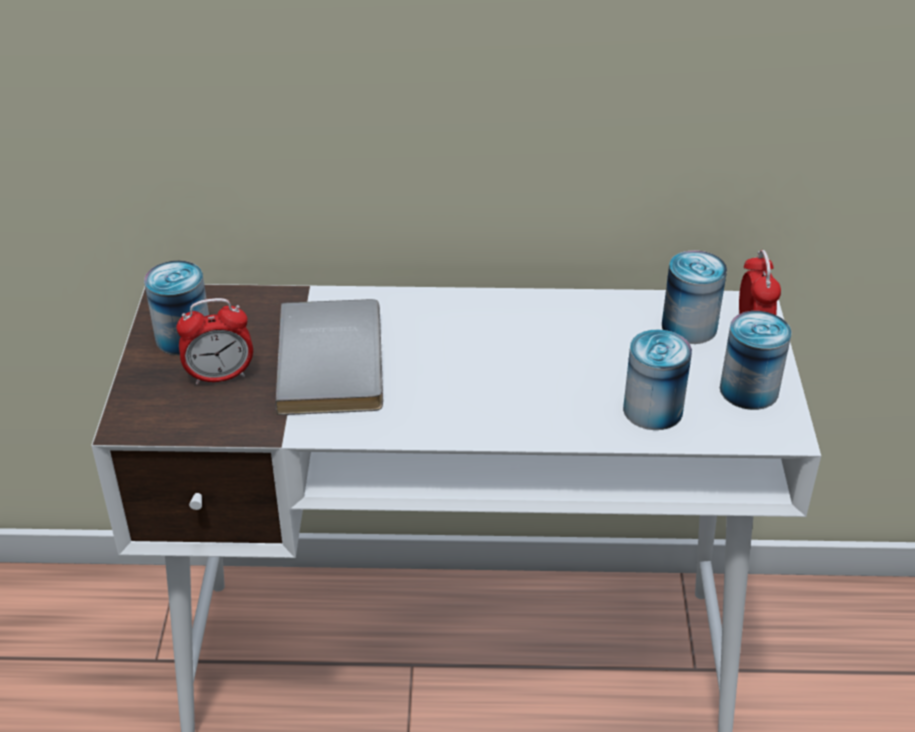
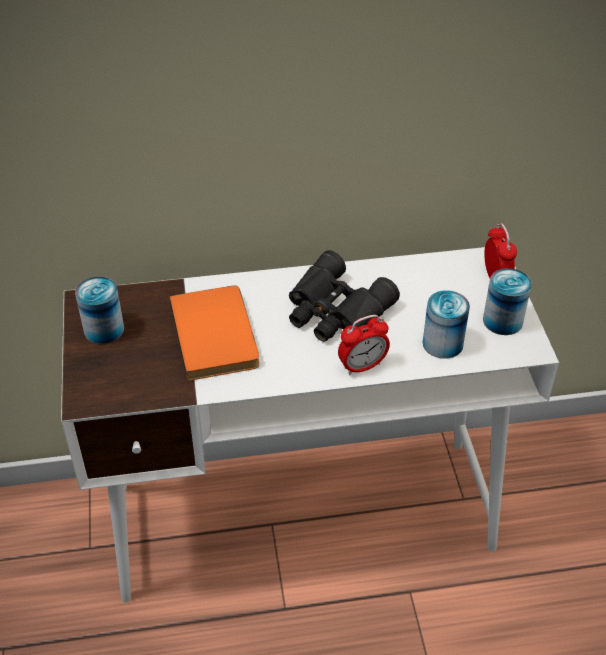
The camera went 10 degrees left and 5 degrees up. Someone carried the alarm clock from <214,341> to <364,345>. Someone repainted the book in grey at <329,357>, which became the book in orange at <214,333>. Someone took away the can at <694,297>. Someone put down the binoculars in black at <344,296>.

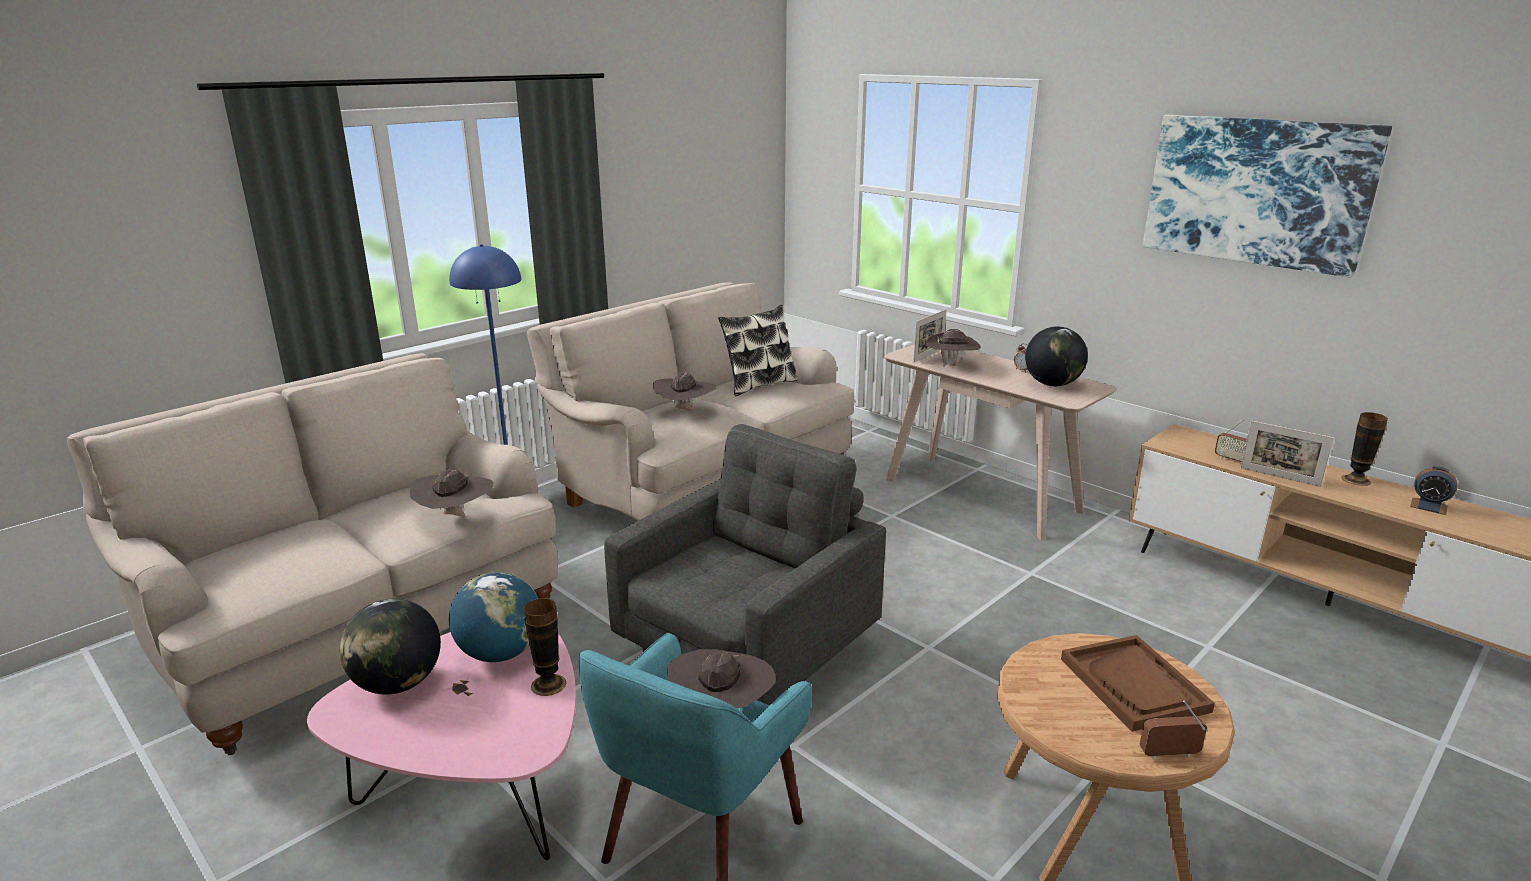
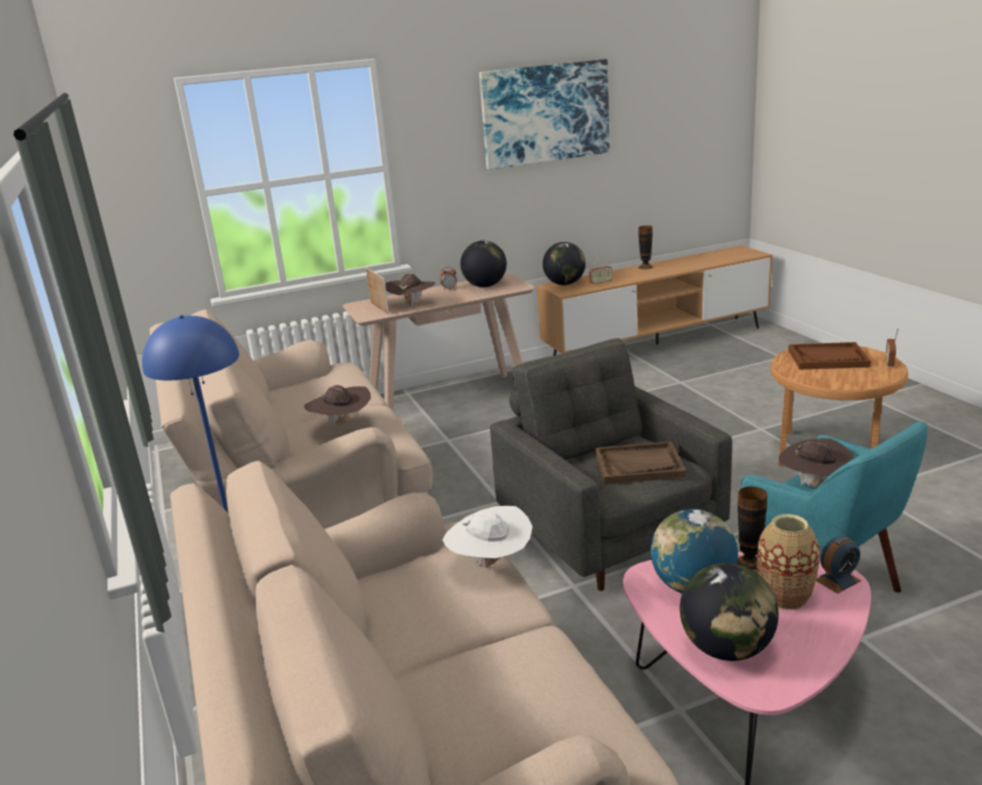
The camera went 65 degrees left and 0 degrees up. Someone repainted the hat in brown at <451,492>, which became the hat in white at <487,537>. Someone took away the pillow at <758,350>. Someone took away the picture frame at <1287,454>. Someone carried the alarm clock from <1434,491> to <838,565>. Someone put down the globe at <564,263>. Someone put down the tray in brown at <640,462>. Someone put down the vase at <788,562>.

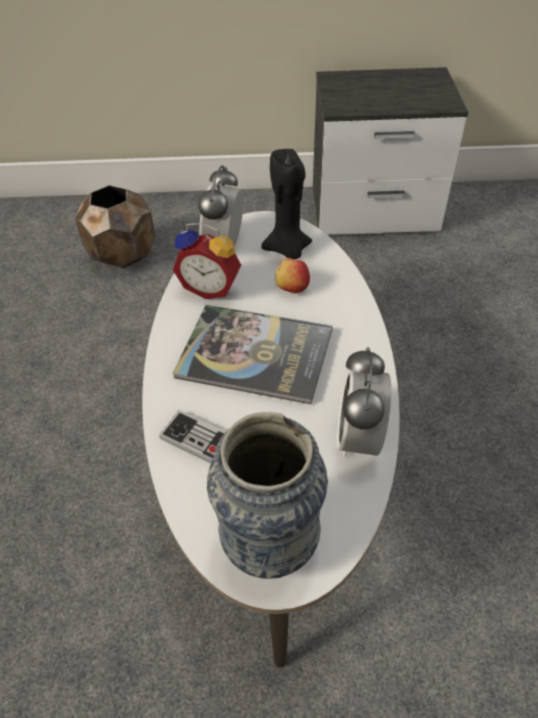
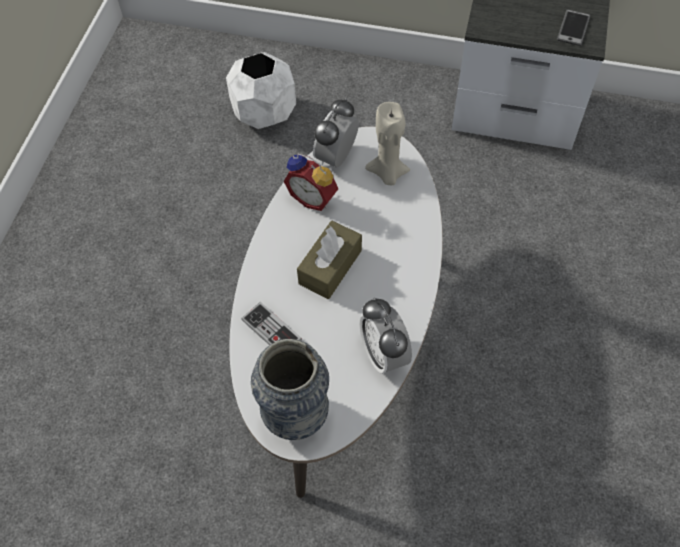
The camera went 15 degrees right and 10 degrees up. Someone repainted the planter in brown at <115,226>, which became the planter in white at <261,90>. Someone swapped the book at <252,354> for the tissue box in brown at <329,260>. Someone repainted the candle in black at <286,204>, which became the candle in beige at <387,143>. Someone took away the apple at <292,275>. Someone rotated the alarm clock at <364,402> by 45 degrees counterclockwise. Someone put down the phone at <573,27>.

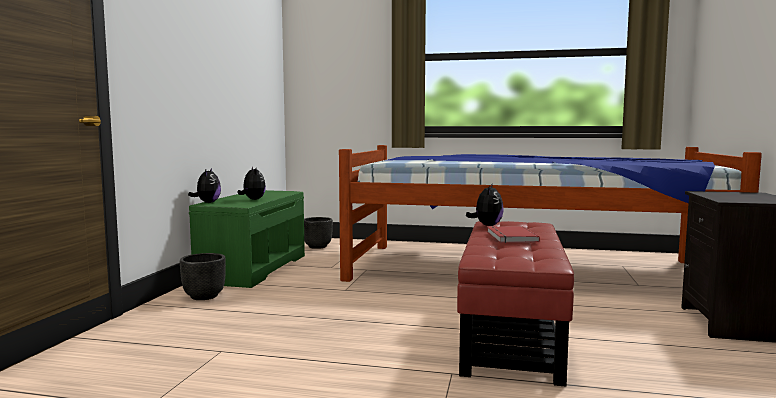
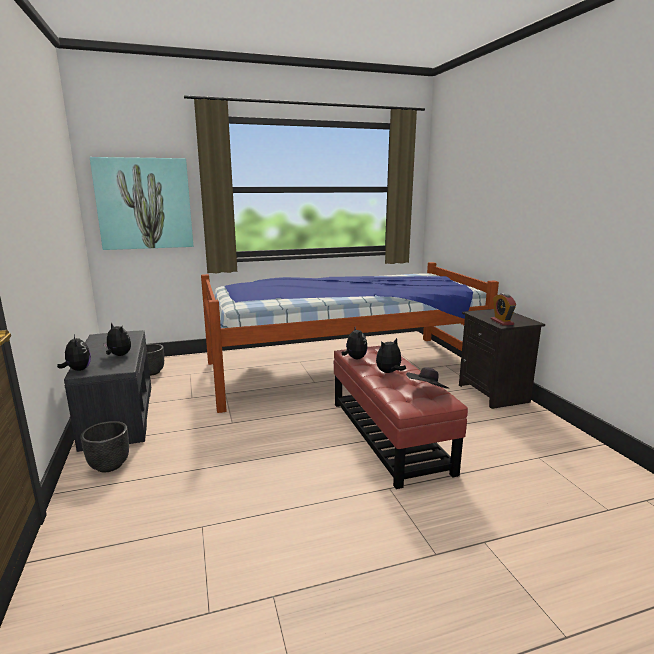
The camera went 30 degrees left and 10 degrees up. Someone repainted the bench in green at <247,239>, which became the bench in grey at <107,391>. Someone swapped the book in red at <513,234> for the plush toy at <391,355>. Someone put up the picture at <141,203>. Someone put down the hat in black at <427,378>. Someone put down the alarm clock at <503,309>.

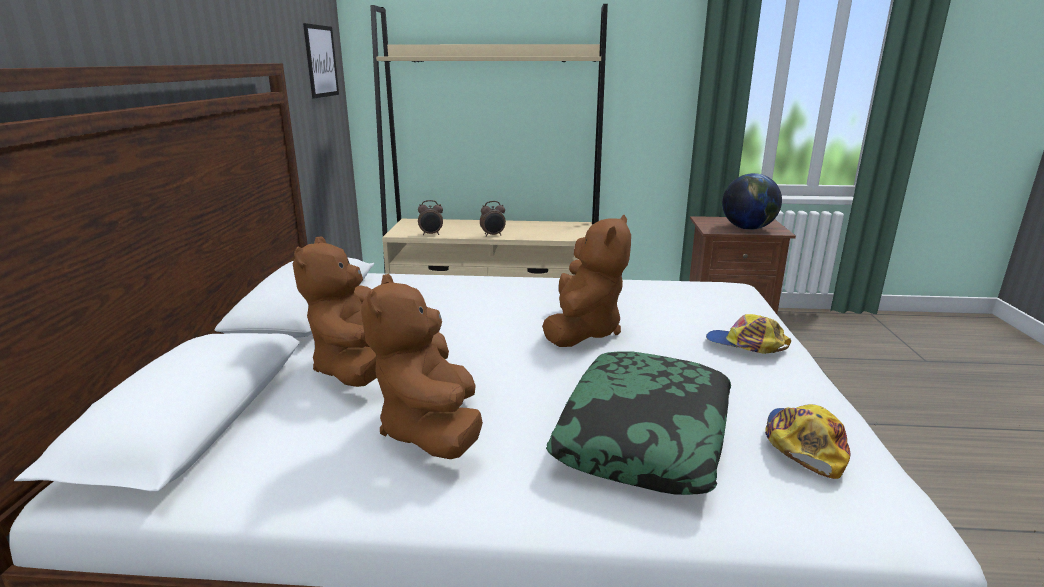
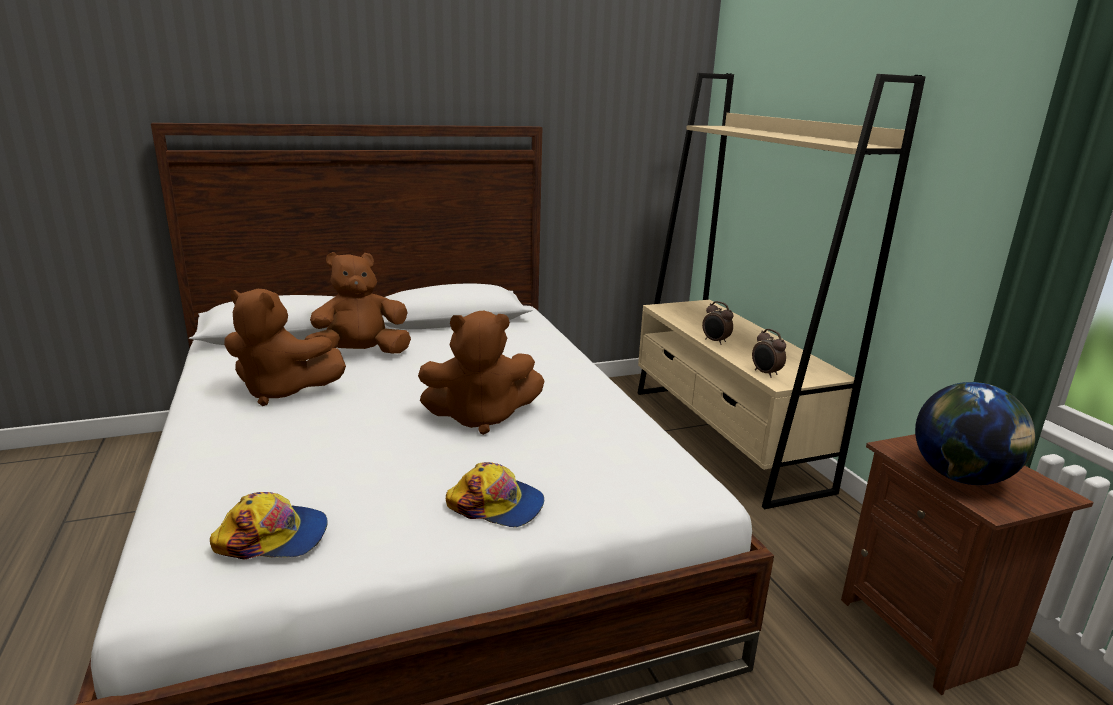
The camera went 65 degrees right and 0 degrees up. Someone took away the picture at <321,60>. Someone rotated the plush toy in brown at <422,366> by 135 degrees counterclockwise. Someone carried the alarm clock from <430,217> to <769,353>. Someone took away the pillow at <638,423>. Someone rotated the cap at <748,334> by 105 degrees clockwise.

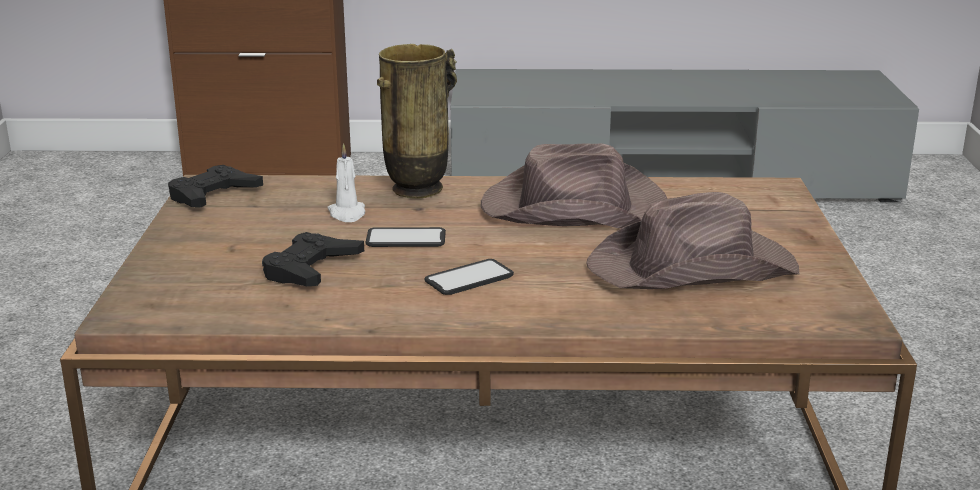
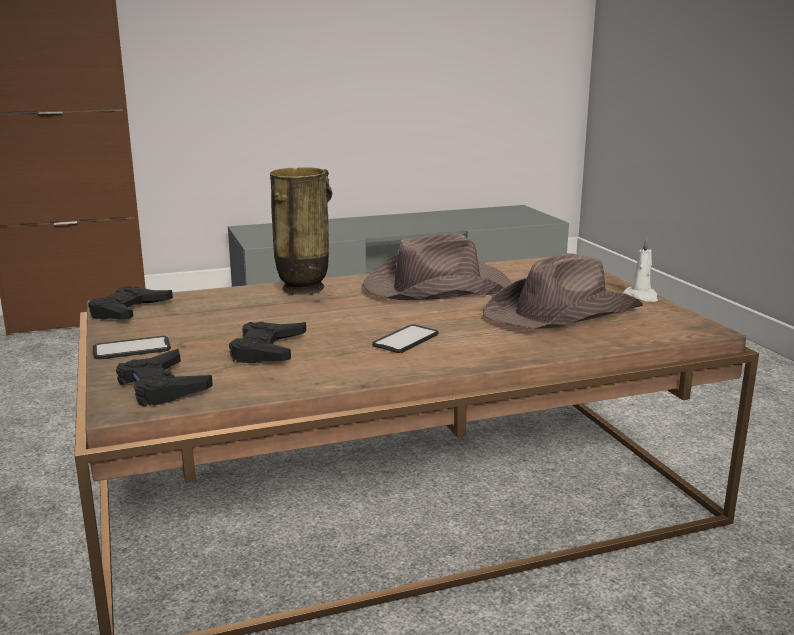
The camera went 20 degrees left and 5 degrees down. Someone carried the candle in white from <346,182> to <640,270>. Someone carried the phone from <405,237> to <132,347>. Someone put down the game controller in black at <164,378>.

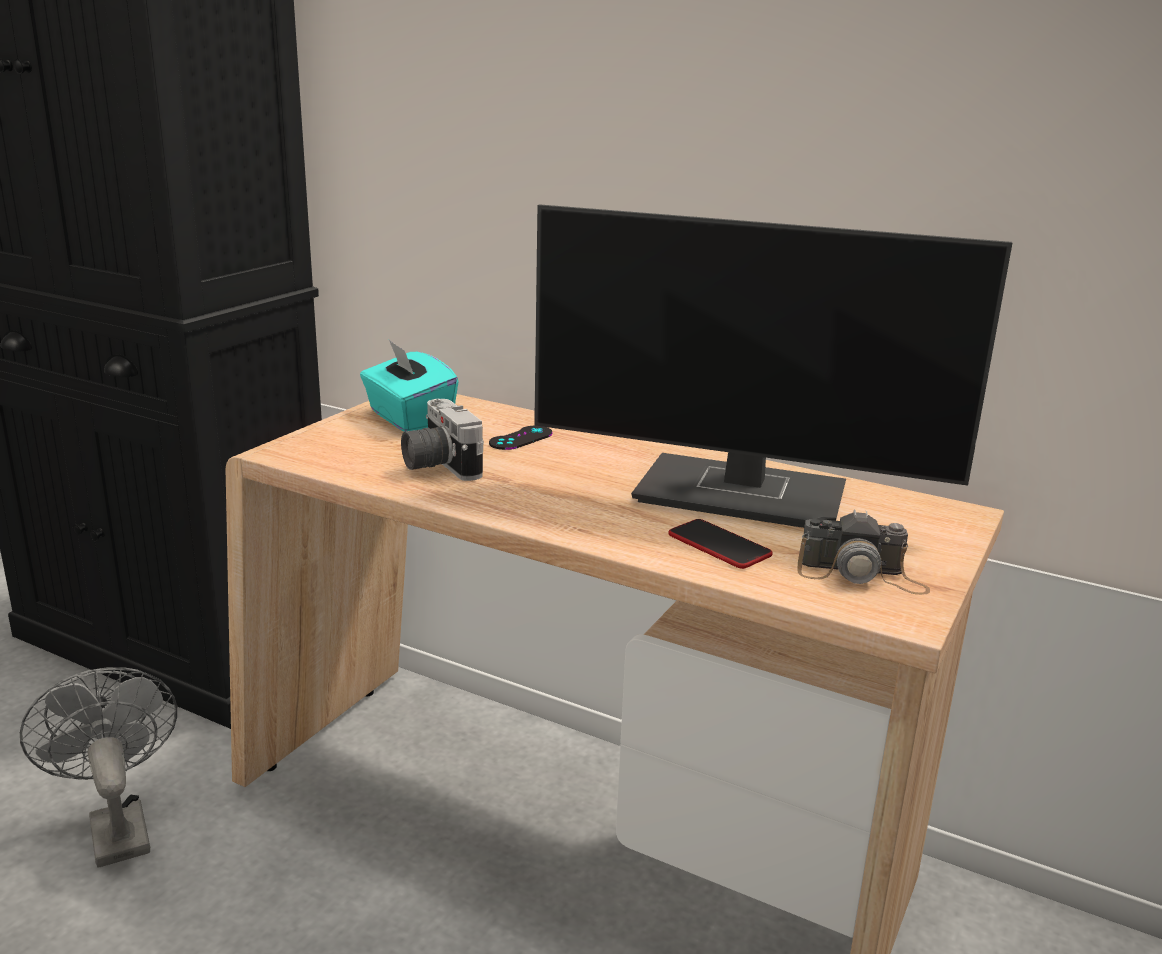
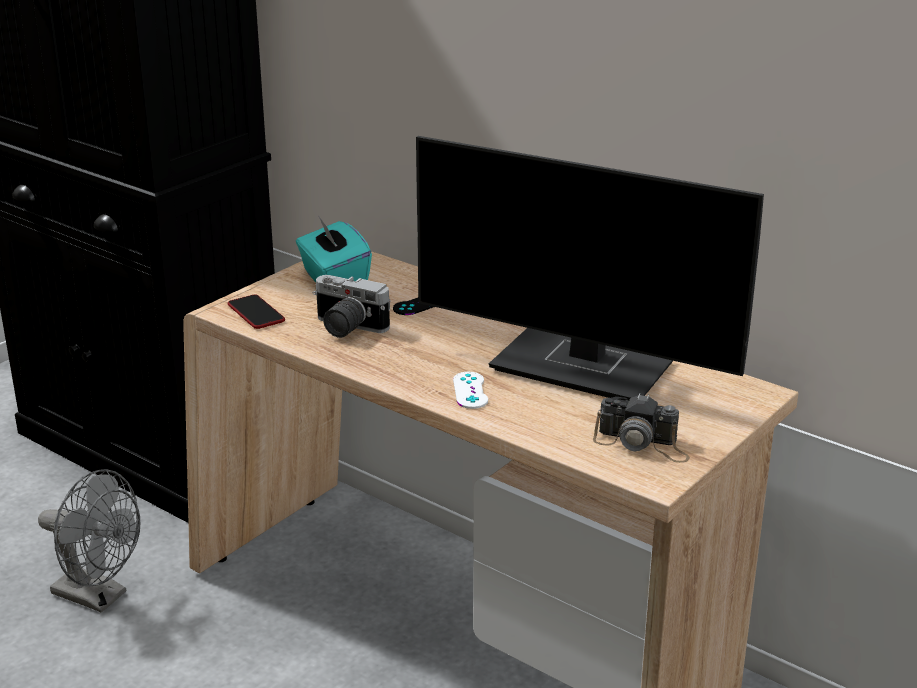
The camera went 10 degrees right and 5 degrees up. Someone rotated the fan in grey at <98,767> by 135 degrees clockwise. Someone rotated the photo camera at <442,440> by 45 degrees counterclockwise. Someone carried the phone from <720,544> to <256,312>. Someone put down the game controller in white at <470,390>.

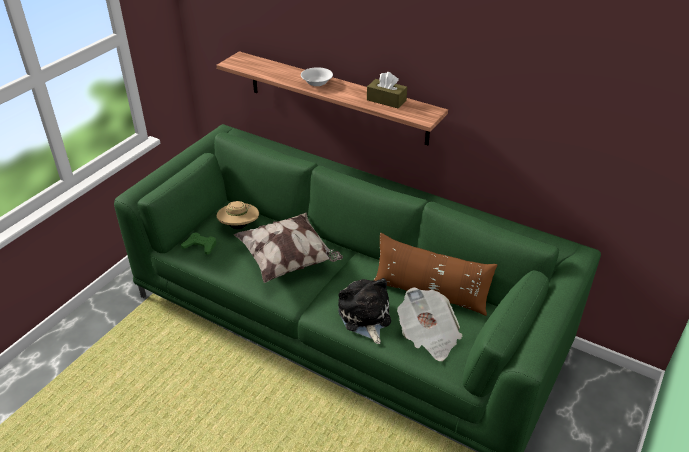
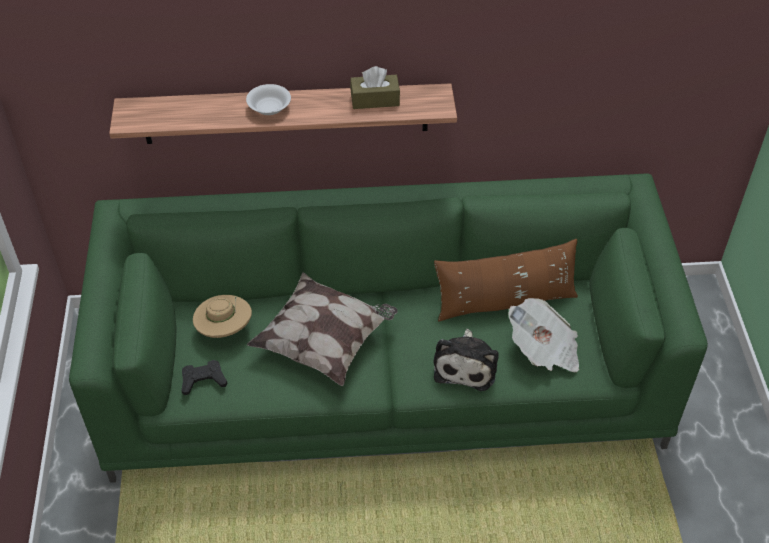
The camera went 35 degrees left and 10 degrees up. Someone repainted the game controller in green at <198,244>, which became the game controller in black at <204,377>. Someone rotated the plush toy at <364,311> by 120 degrees counterclockwise.

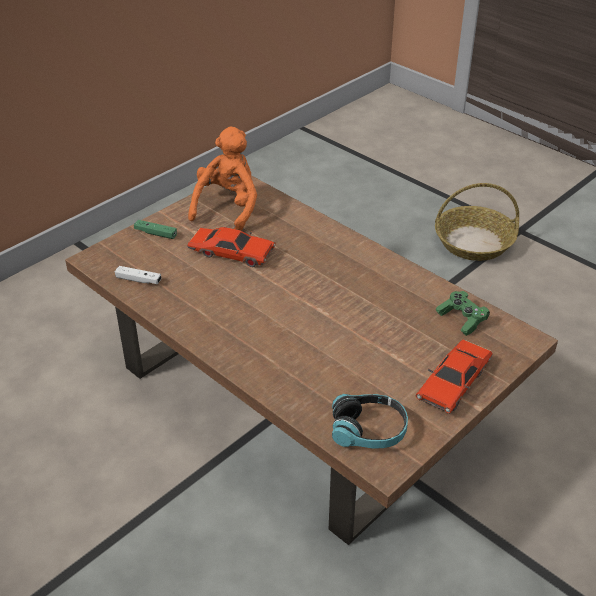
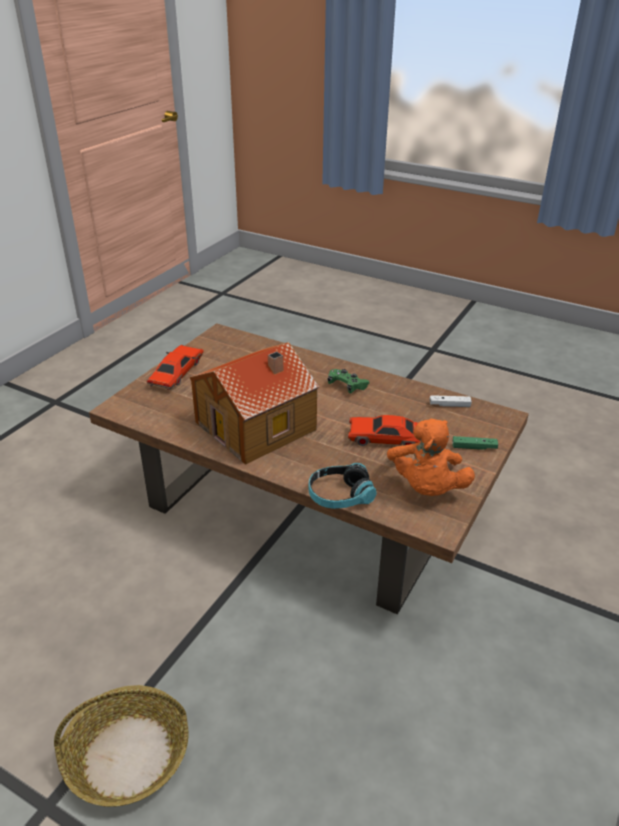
The camera went 165 degrees right and 5 degrees down. Someone carried the headphones from <370,421> to <342,486>. Someone carried the game controller in green from <463,313> to <348,381>. Someone put down the toy house at <254,403>.

